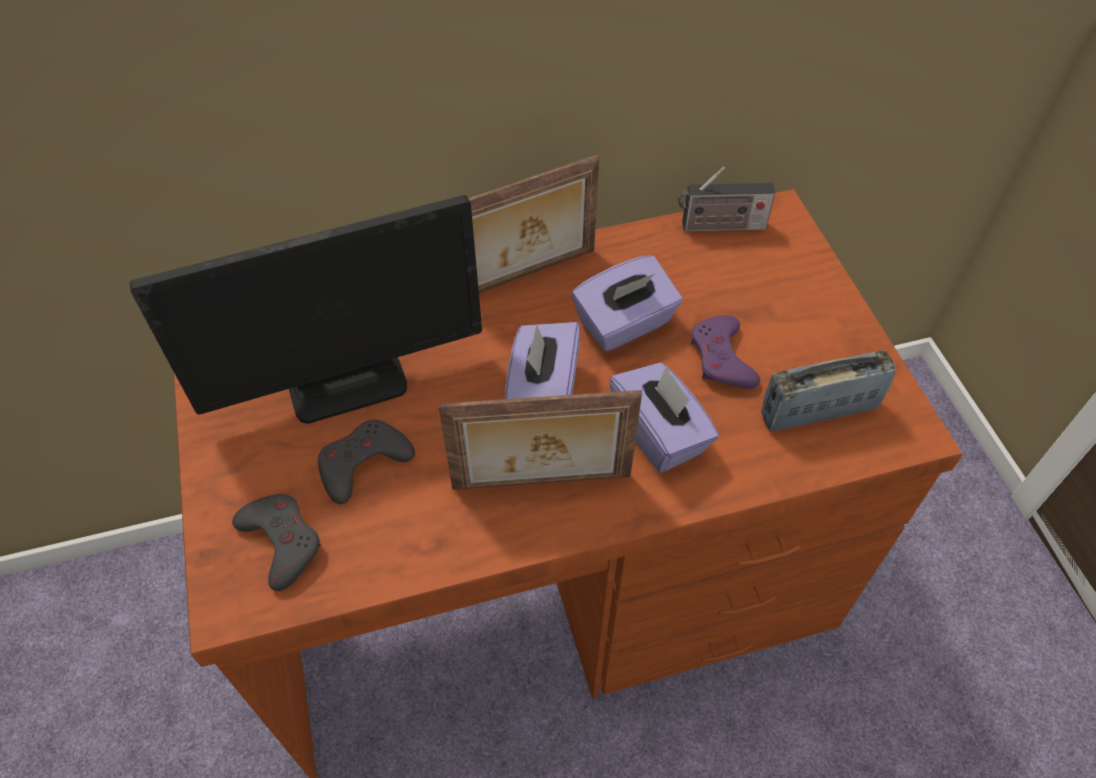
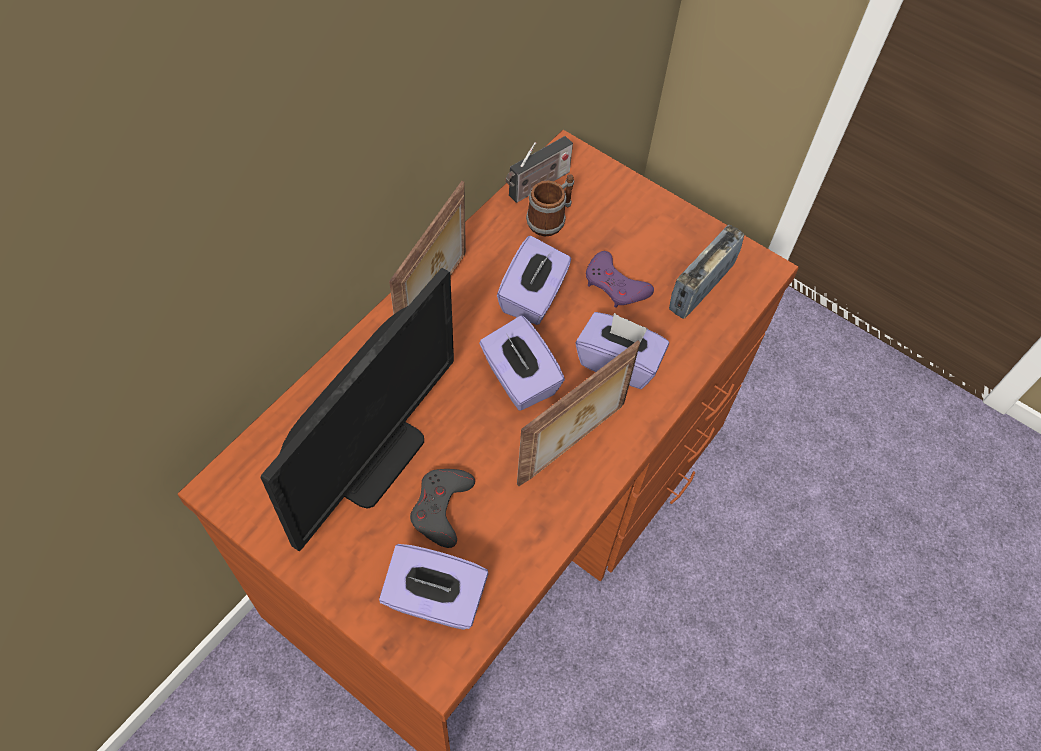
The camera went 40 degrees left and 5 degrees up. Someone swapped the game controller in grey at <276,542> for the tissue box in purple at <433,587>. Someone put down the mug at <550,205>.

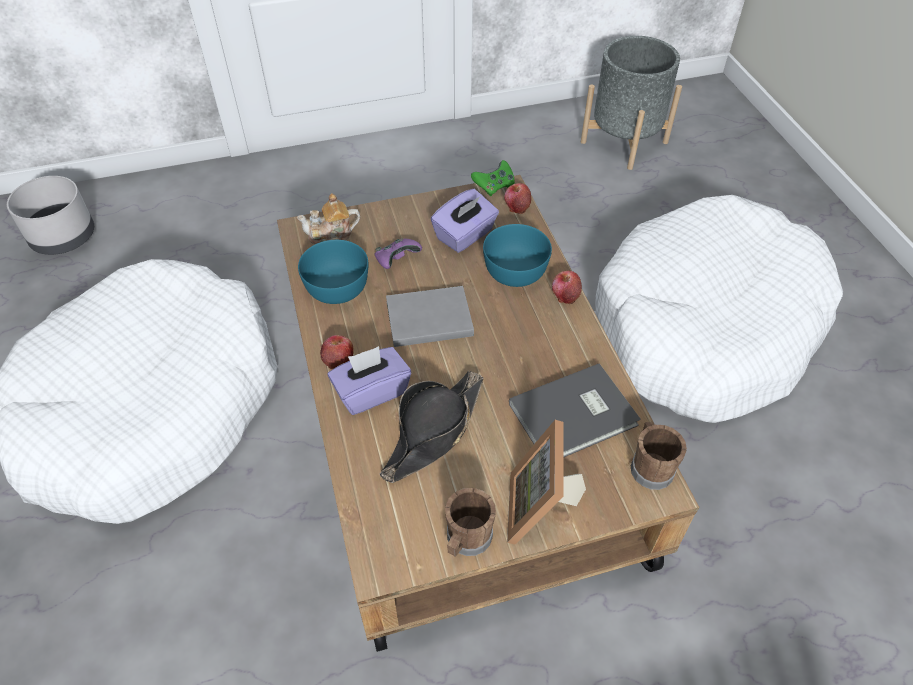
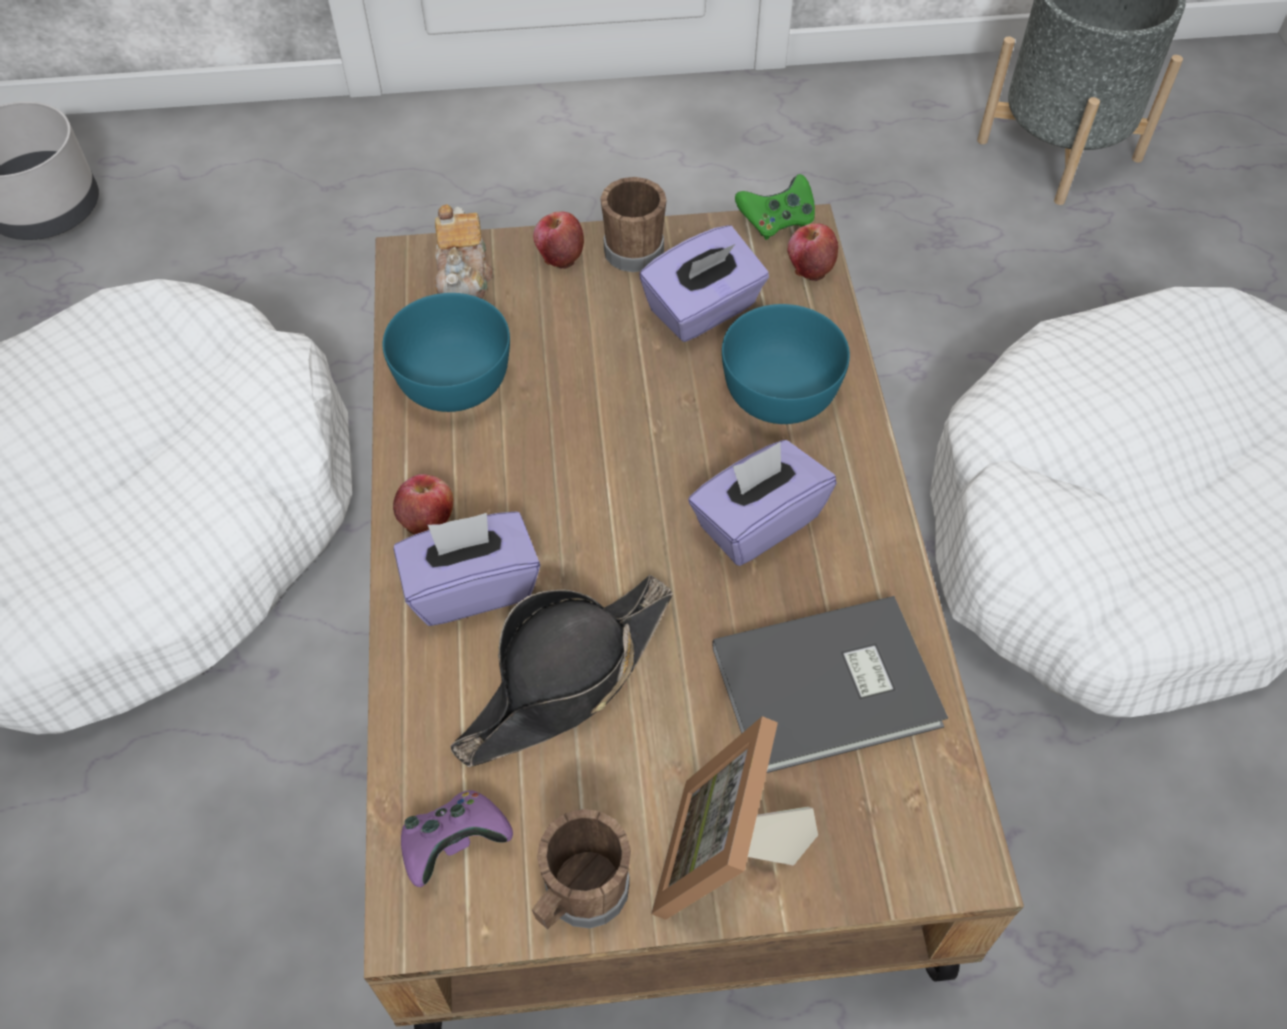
The camera went 10 degrees right and 5 degrees up. Someone rotated the teapot at <328,218> by 90 degrees counterclockwise. Someone carried the game controller in purple from <398,253> to <457,838>. Someone took away the book in grey at <430,316>. Someone carried the apple from <567,287> to <558,240>. Someone carried the mug in brown from <659,456> to <633,224>. Someone put down the tissue box in purple at <762,503>.

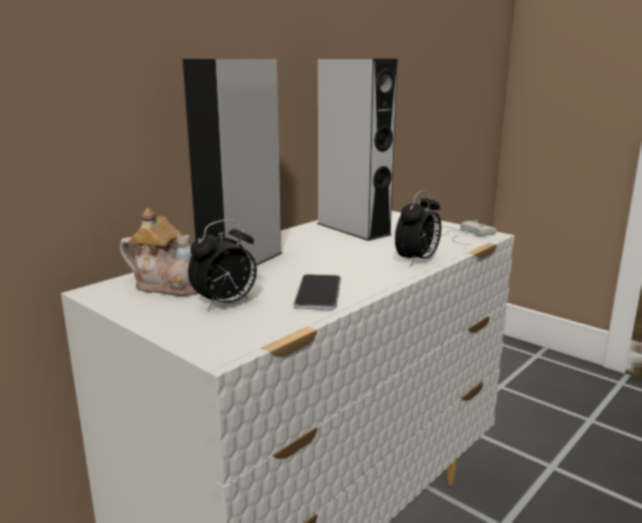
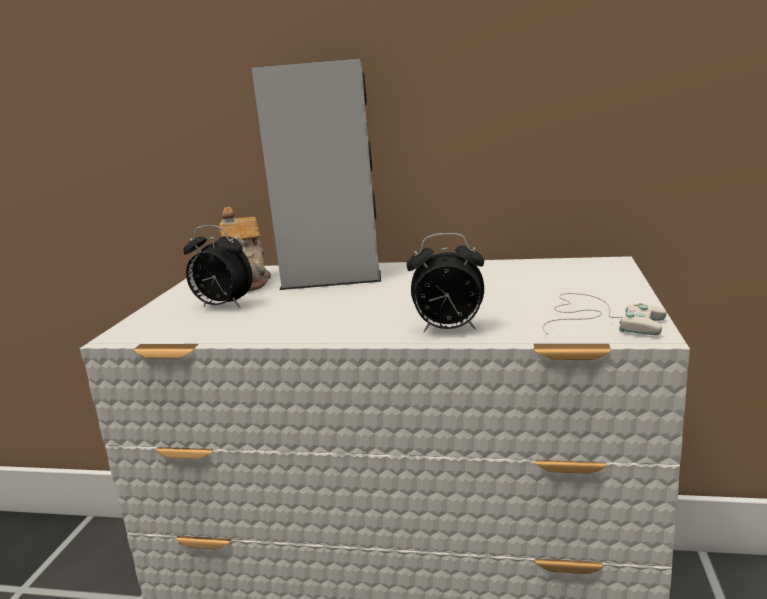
The camera went 60 degrees right and 0 degrees up. Someone took away the phone at <317,292>. Someone took away the speaker in grey at <357,150>.

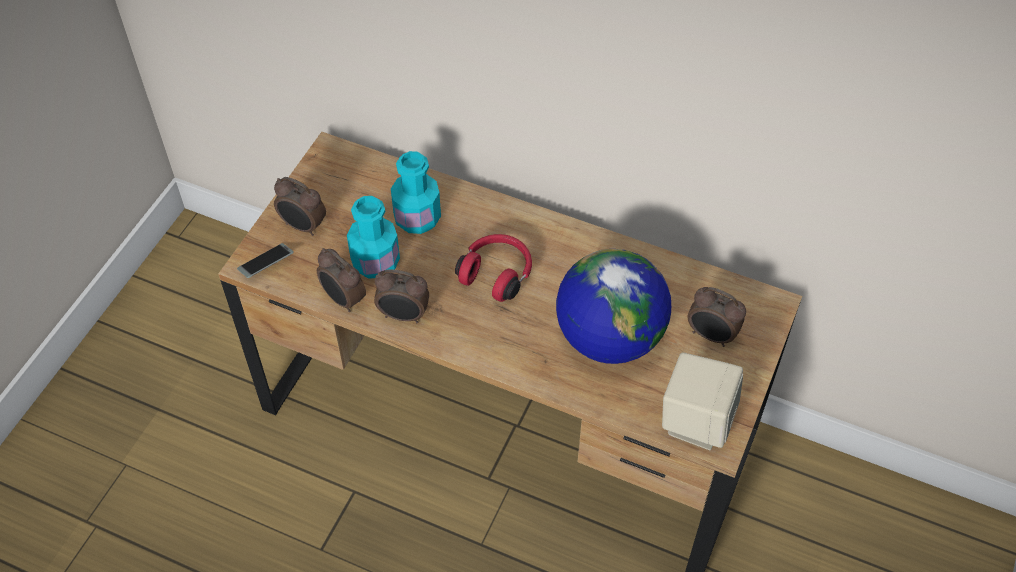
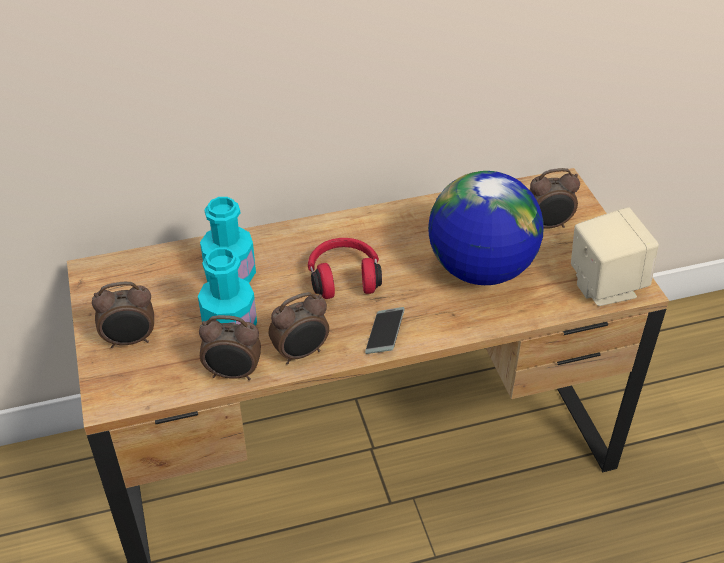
The camera went 40 degrees left and 10 degrees down. Someone carried the phone from <265,260> to <385,330>.

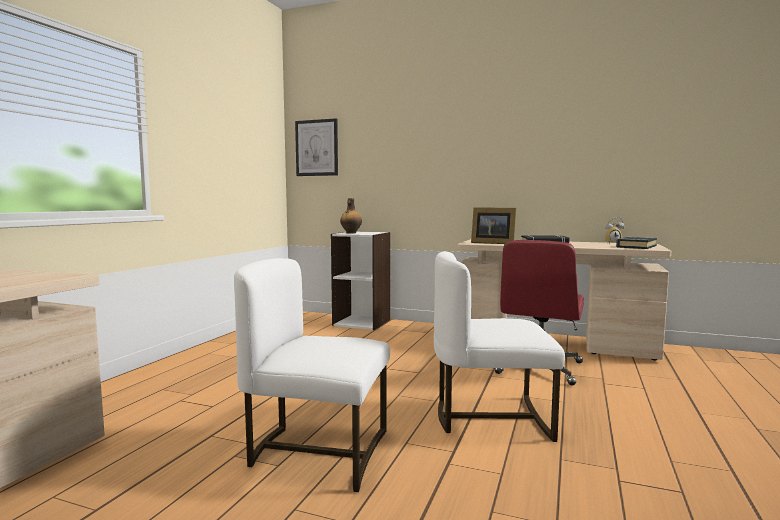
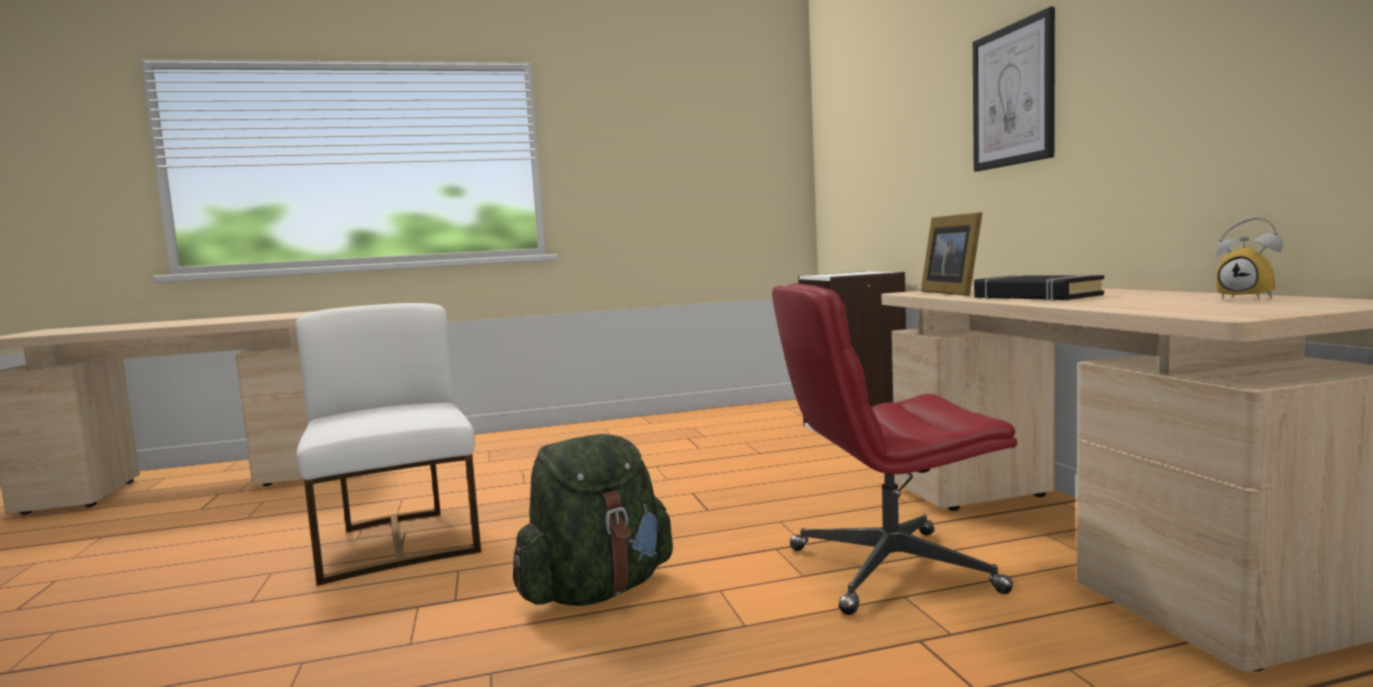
The camera went 55 degrees right and 0 degrees up. Someone carried the picture from <316,147> to <1014,89>. Someone took away the bottle at <351,216>. Someone swapped the chair in white at <499,346> for the backpack in green at <593,520>. Someone took away the book in black at <636,243>.

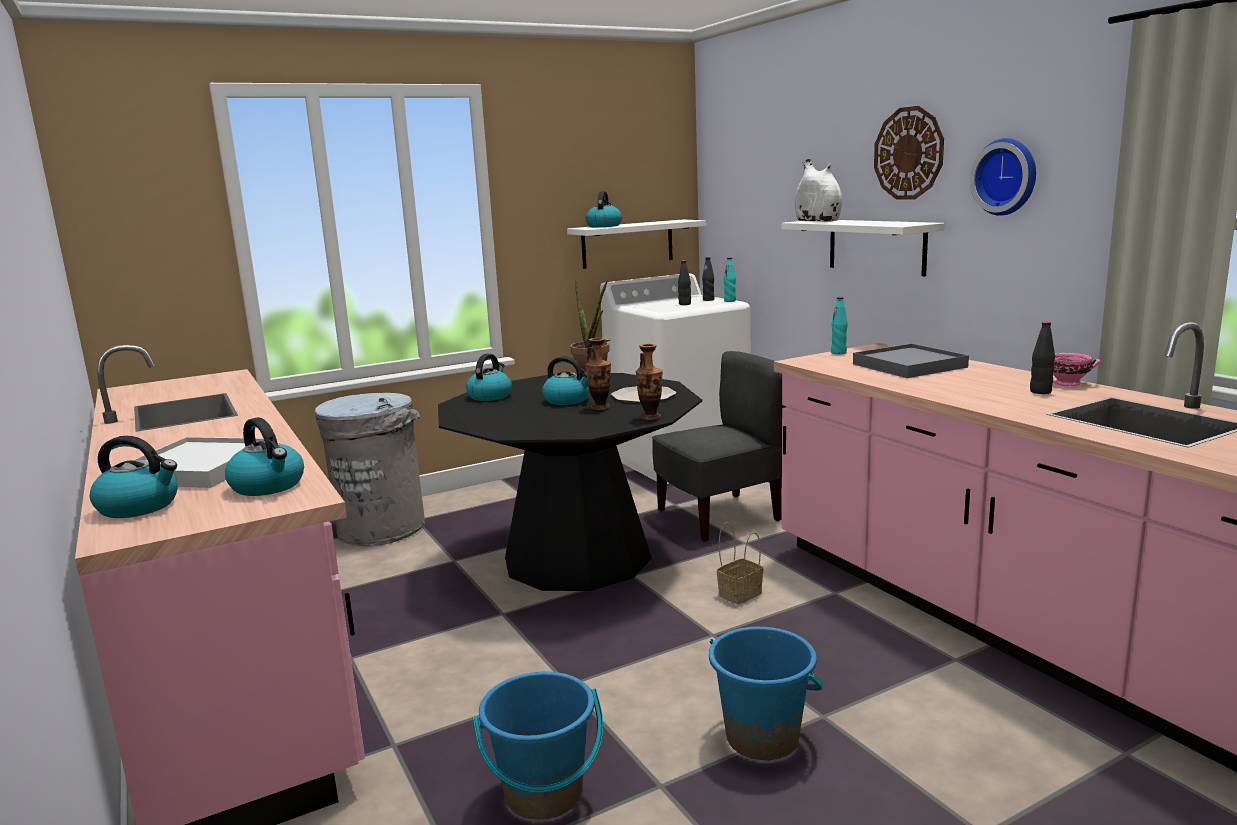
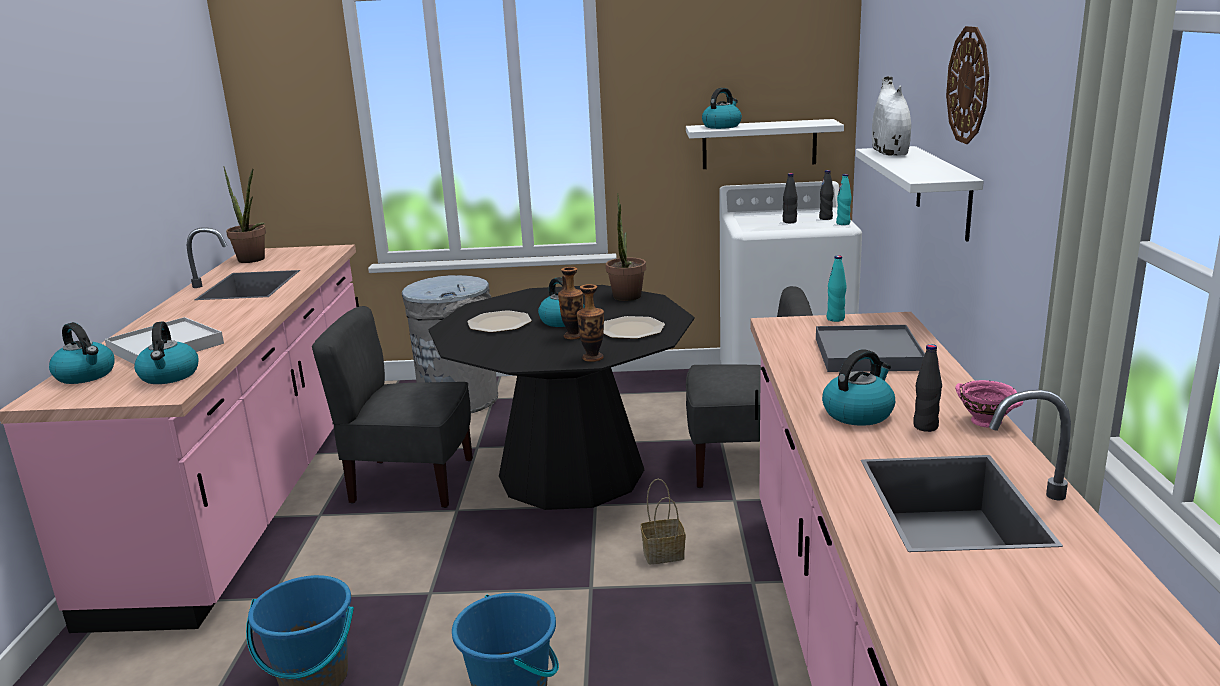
The camera went 30 degrees right and 5 degrees up. Someone carried the kettle from <489,377> to <858,387>. Someone took away the wall clock at <1003,177>. Someone put down the potted plant at <244,214>. Someone put down the chair in grey at <392,407>. Someone put down the plate at <499,321>.

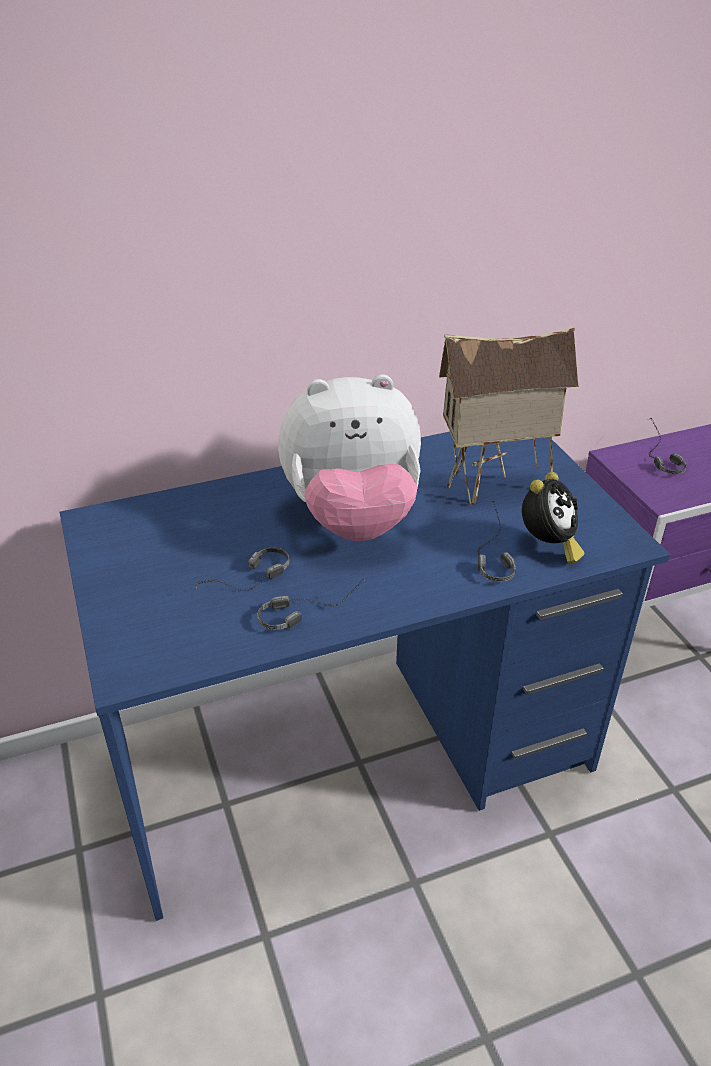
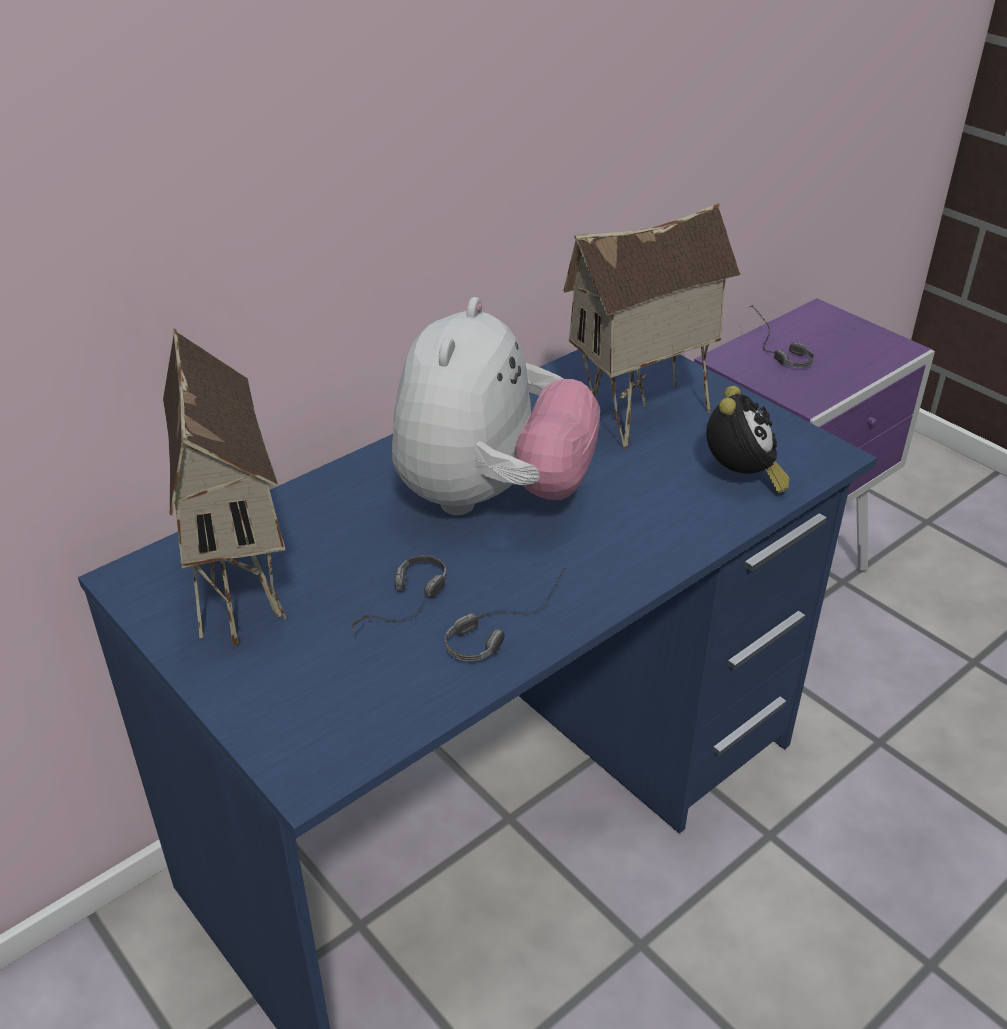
The camera went 20 degrees left and 0 degrees up. Someone rotated the plush toy at <349,458> by 45 degrees counterclockwise. Someone took away the headphones at <496,541>. Someone put down the toy house at <225,487>.

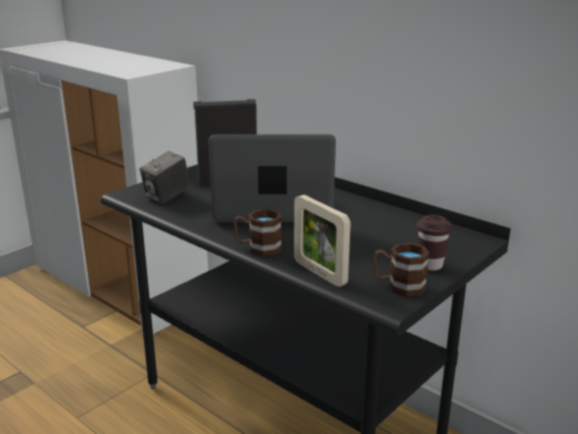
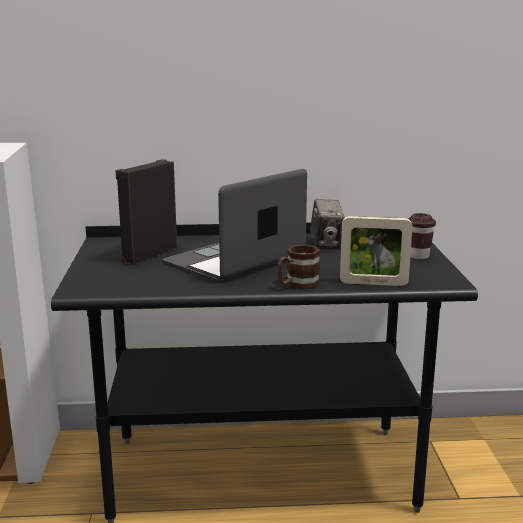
The camera went 45 degrees left and 5 degrees down. Someone carried the photo camera from <165,177> to <327,223>. Someone took away the mug in brown at <401,270>.

